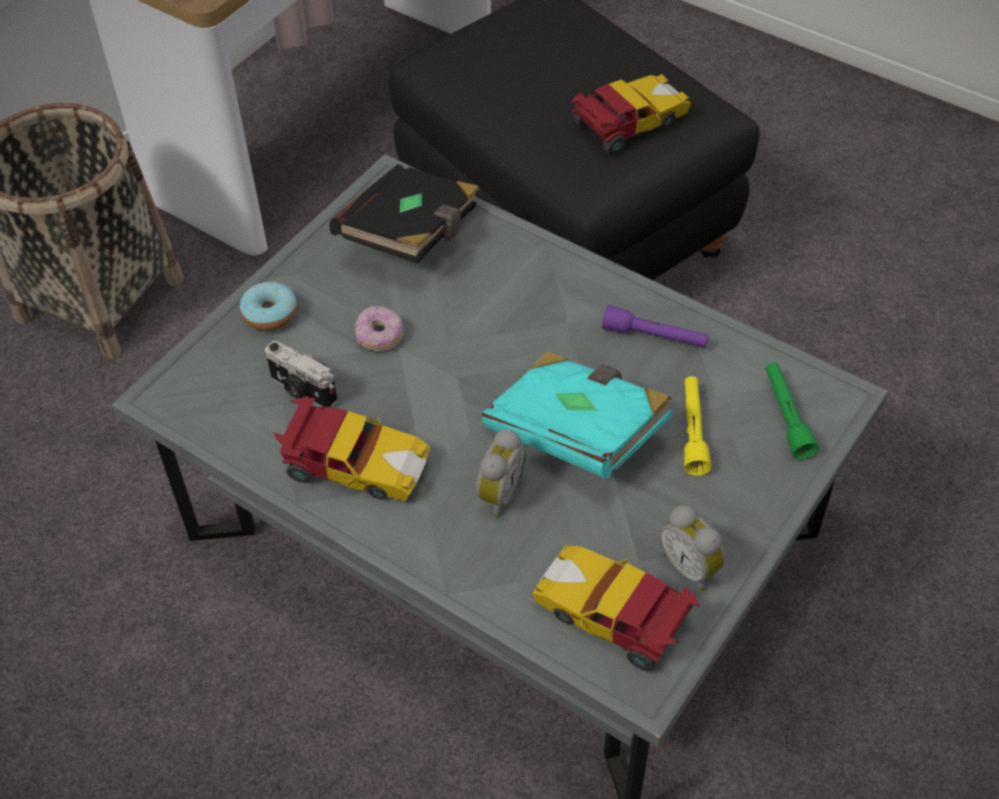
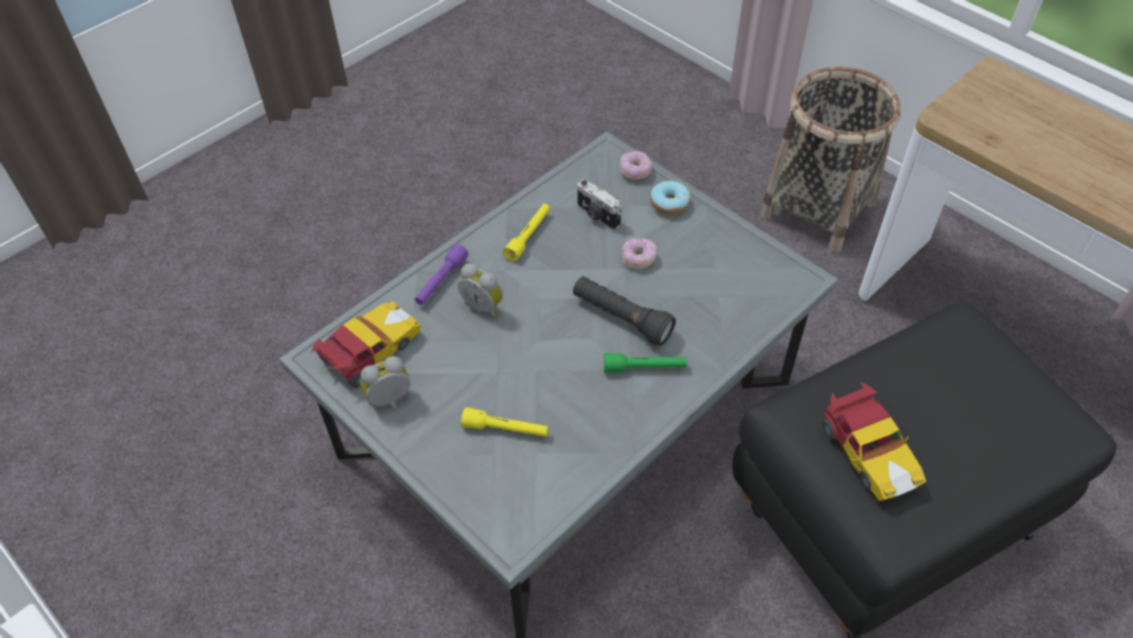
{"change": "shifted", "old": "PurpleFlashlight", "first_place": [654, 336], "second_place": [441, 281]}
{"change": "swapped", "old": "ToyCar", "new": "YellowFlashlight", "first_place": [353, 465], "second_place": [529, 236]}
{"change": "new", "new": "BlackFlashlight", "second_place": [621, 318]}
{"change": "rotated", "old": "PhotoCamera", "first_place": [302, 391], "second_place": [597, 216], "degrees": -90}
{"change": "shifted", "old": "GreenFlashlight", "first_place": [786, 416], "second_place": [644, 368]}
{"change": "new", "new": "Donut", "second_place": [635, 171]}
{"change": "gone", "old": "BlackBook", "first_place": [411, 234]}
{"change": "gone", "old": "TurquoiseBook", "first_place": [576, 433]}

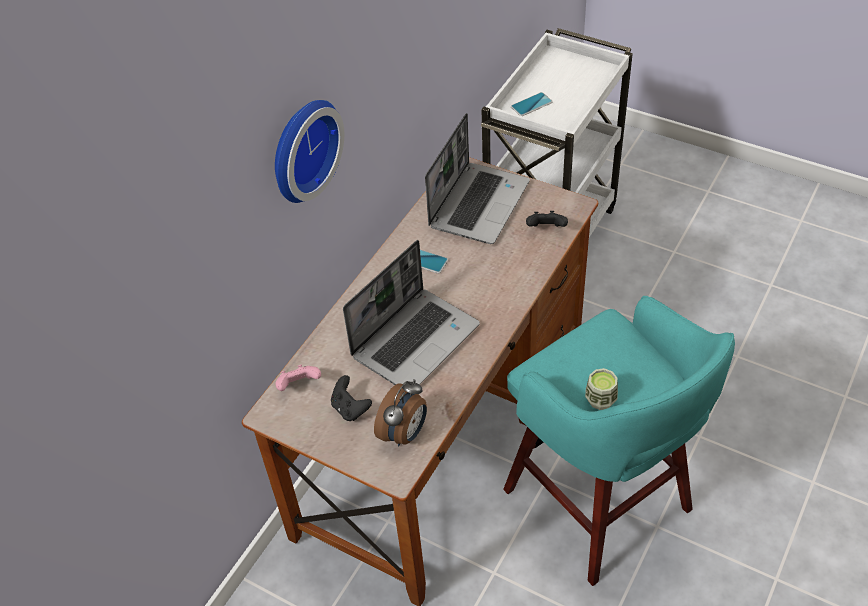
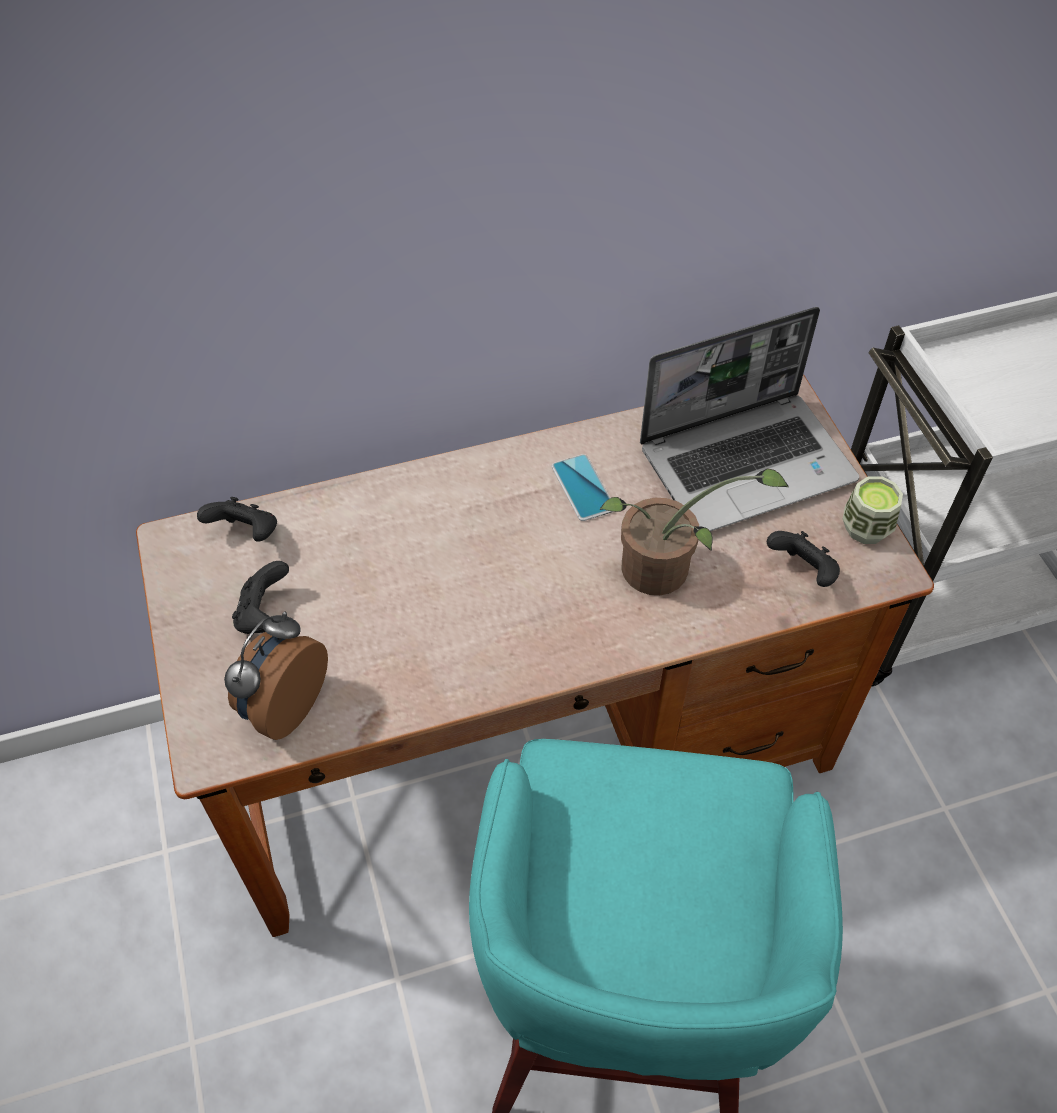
{"change": "repainted", "old": "PinkGameController", "new": "BlackGameController", "first_place": [299, 385], "second_place": [246, 533]}
{"change": "rotated", "old": "AlarmClock", "first_place": [405, 433], "second_place": [283, 705], "degrees": 135}
{"change": "new", "new": "PottedPlant", "second_place": [665, 572]}
{"change": "shifted", "old": "Cup", "first_place": [600, 399], "second_place": [866, 528]}
{"change": "gone", "old": "WallClock", "first_place": [301, 148]}
{"change": "gone", "old": "Laptop", "first_place": [415, 339]}
{"change": "gone", "old": "Phone", "first_place": [531, 105]}

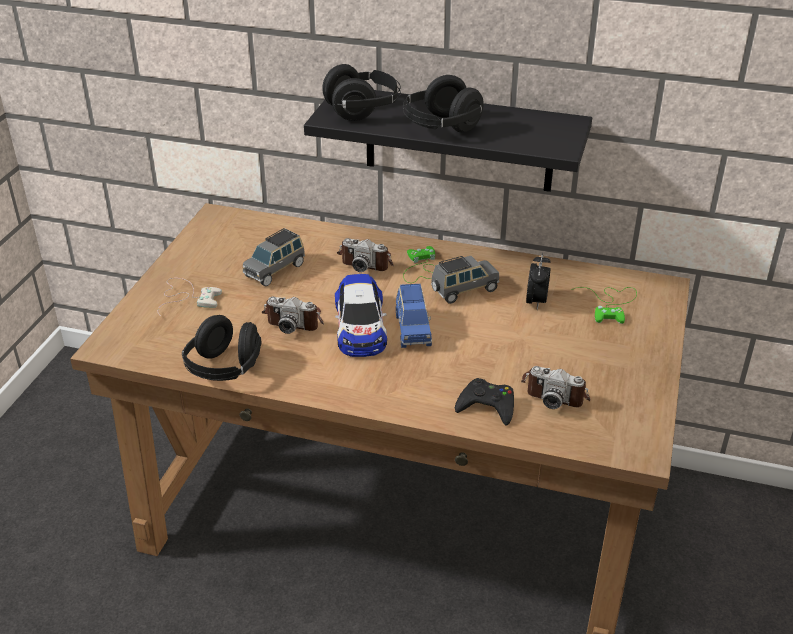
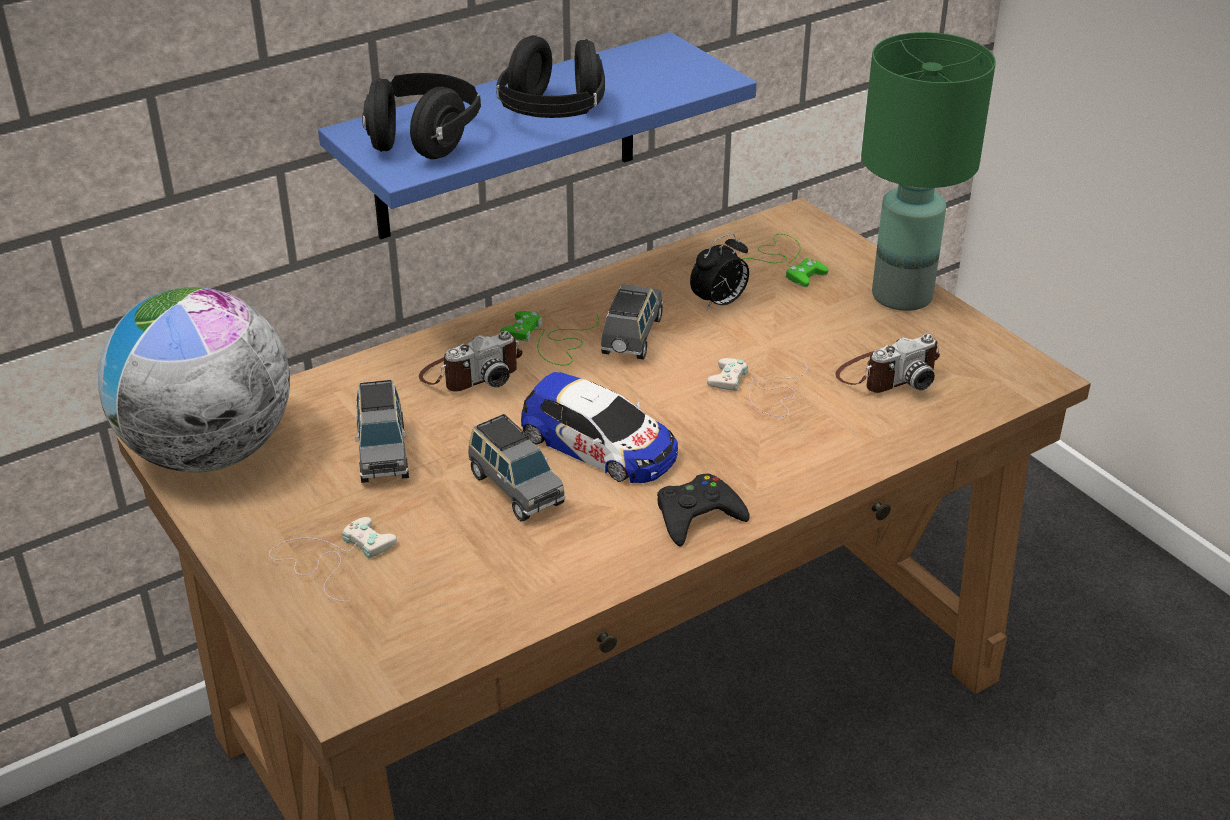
{"change": "new", "new": "Globe", "second_place": [209, 452]}
{"change": "repainted", "old": "BlackShelf", "new": "BlueShelf", "first_place": [459, 139], "second_place": [507, 138]}
{"change": "swapped", "old": "PhotoCamera", "new": "GreyToyCar", "first_place": [294, 319], "second_place": [515, 488]}
{"change": "shifted", "old": "BlackGameController", "first_place": [487, 406], "second_place": [697, 516]}
{"change": "rotated", "old": "AlarmClock", "first_place": [536, 302], "second_place": [719, 303], "degrees": 90}
{"change": "new", "new": "WhiteGameController", "second_place": [760, 391]}
{"change": "new", "new": "GreenTableLamp", "second_place": [901, 296]}
{"change": "gone", "old": "BlackHeadphones", "first_place": [224, 369]}
{"change": "gone", "old": "BlueToyCar", "first_place": [413, 329]}

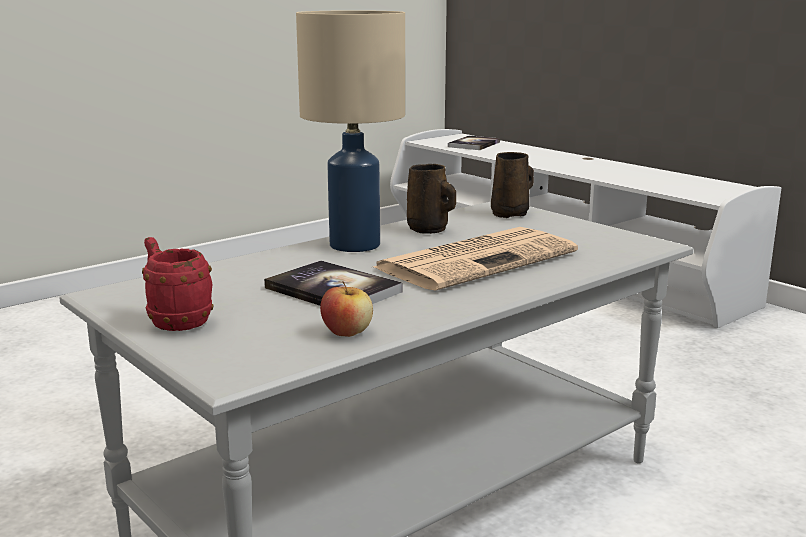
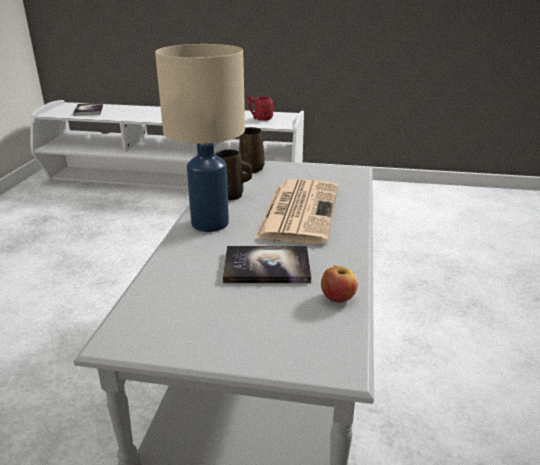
{"change": "shifted", "old": "RedMug", "first_place": [175, 321], "second_place": [260, 119]}

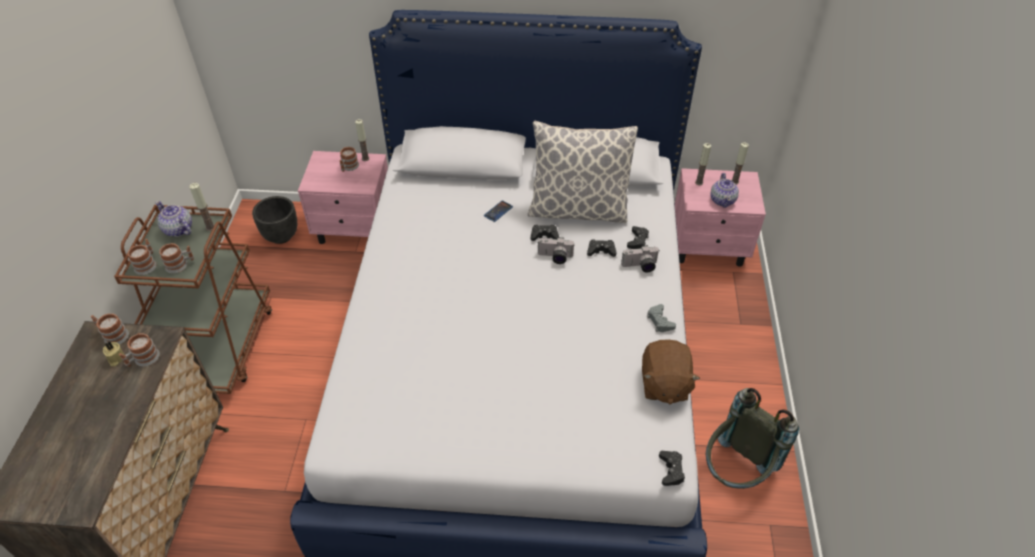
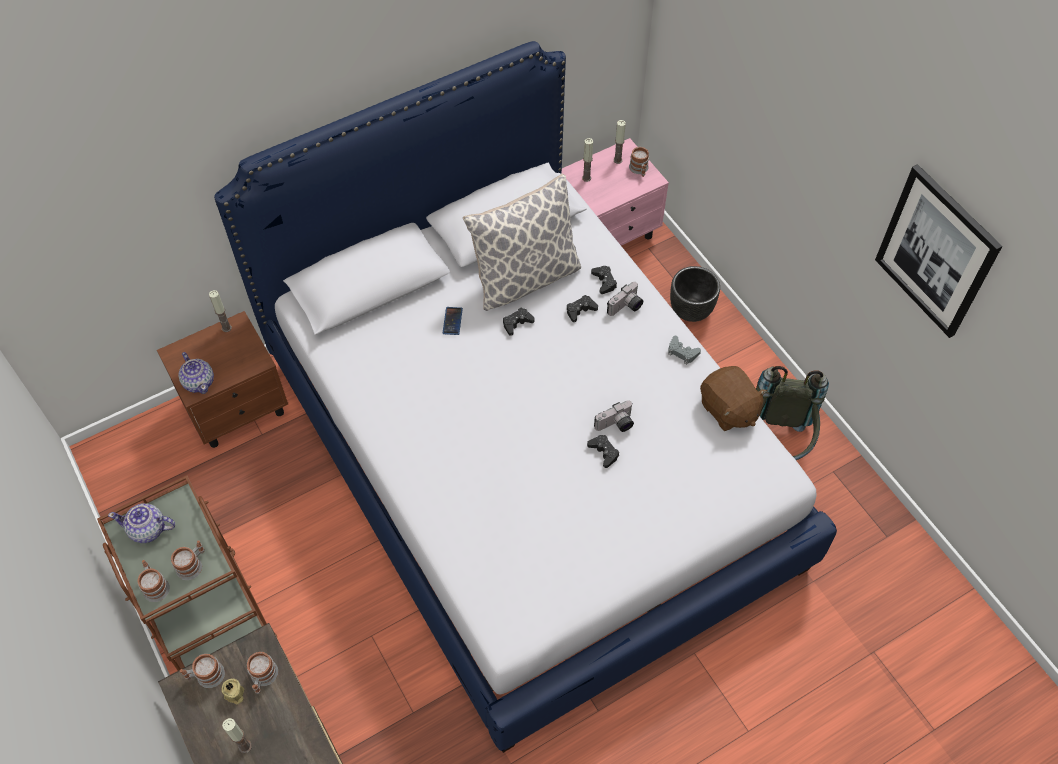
{"change": "repainted", "old": "PinkNightstand", "new": "BrownNightstand", "first_place": [355, 228], "second_place": [238, 408]}
{"change": "shifted", "old": "Teapot", "first_place": [722, 200], "second_place": [199, 382]}
{"change": "shifted", "old": "Candle", "first_place": [210, 227], "second_place": [245, 746]}
{"change": "shifted", "old": "BlackGameController", "first_place": [671, 470], "second_place": [604, 452]}
{"change": "shifted", "old": "PhotoCamera", "first_place": [555, 257], "second_place": [616, 425]}
{"change": "shifted", "old": "Mug", "first_place": [348, 167], "second_place": [639, 170]}
{"change": "shifted", "old": "BlackPlanter", "first_place": [281, 236], "second_place": [690, 311]}
{"change": "new", "new": "Picture", "second_place": [936, 252]}

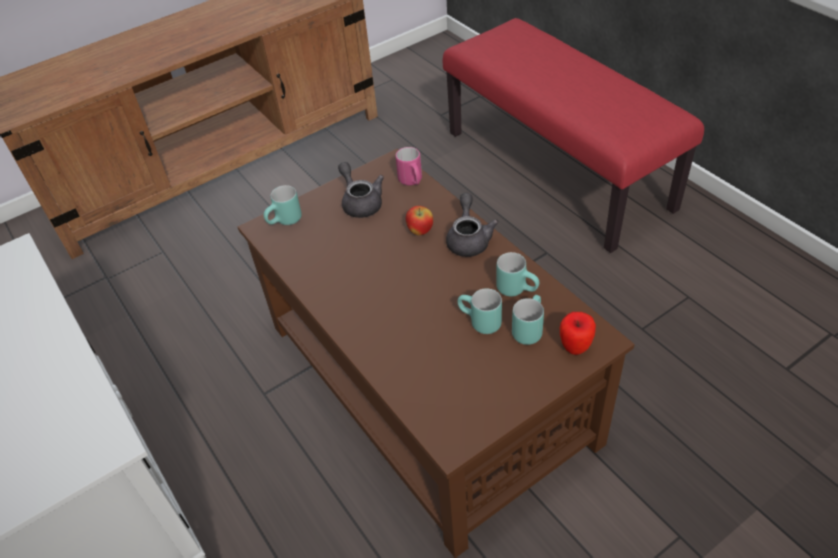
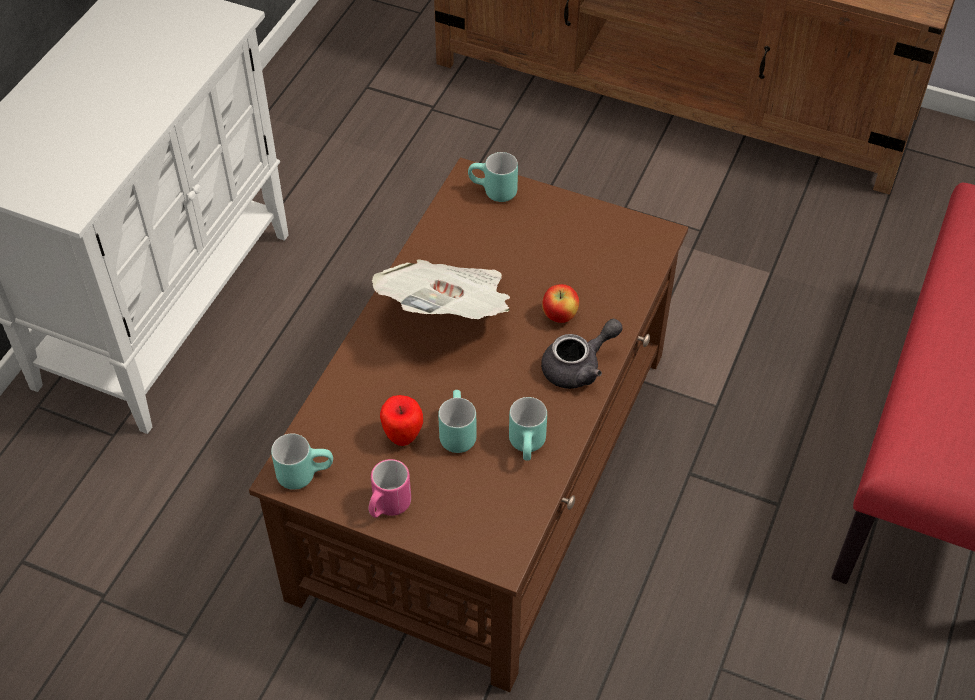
{"change": "shifted", "old": "TurquoiseMug", "first_place": [527, 328], "second_place": [304, 472]}
{"change": "shifted", "old": "PinkMug", "first_place": [412, 181], "second_place": [388, 506]}
{"change": "new", "new": "Newspaper", "second_place": [448, 312]}
{"change": "shifted", "old": "Apple", "first_place": [575, 347], "second_place": [403, 436]}
{"change": "gone", "old": "GreyTeapot", "first_place": [360, 202]}

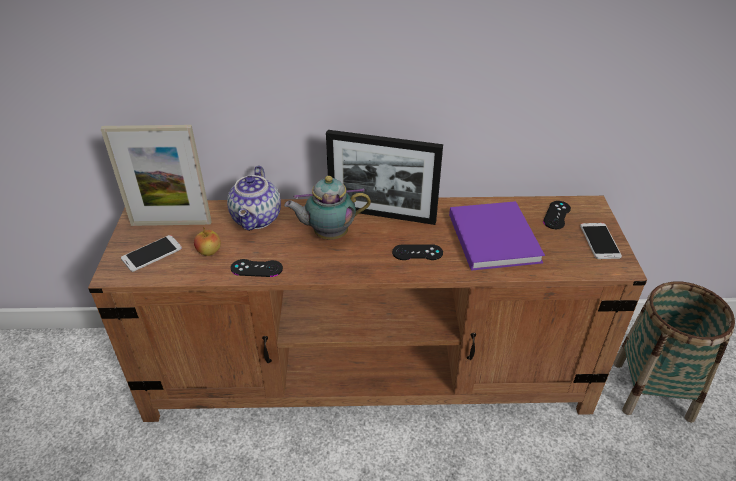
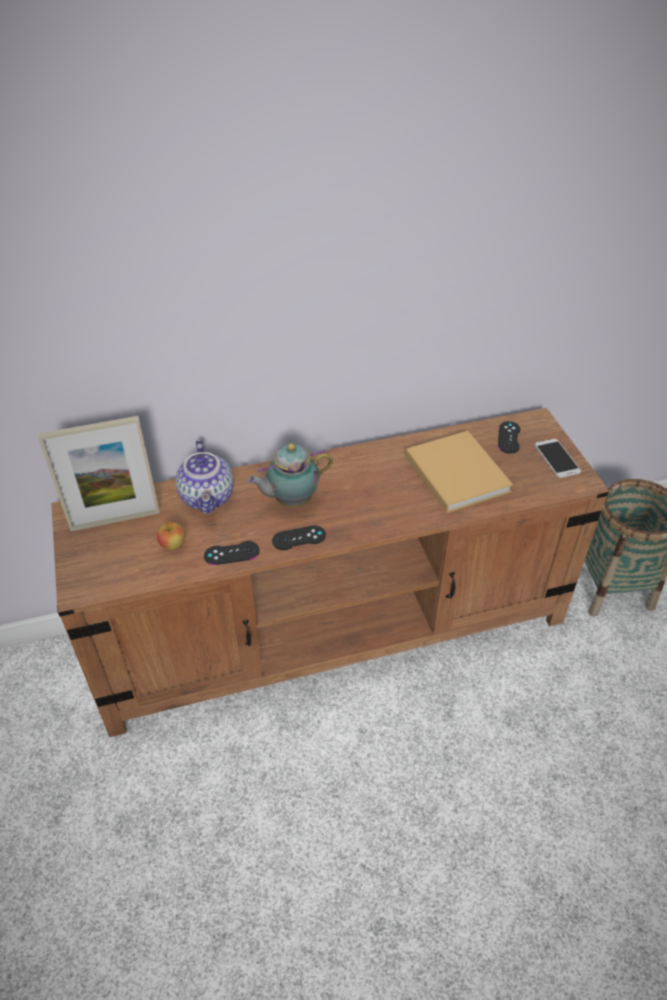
{"change": "shifted", "old": "BlackGameController", "first_place": [417, 252], "second_place": [299, 538]}
{"change": "repainted", "old": "PurpleBook", "new": "BeigeBook", "first_place": [493, 236], "second_place": [455, 472]}
{"change": "gone", "old": "Phone", "first_place": [152, 253]}
{"change": "gone", "old": "PictureFrame", "first_place": [382, 214]}

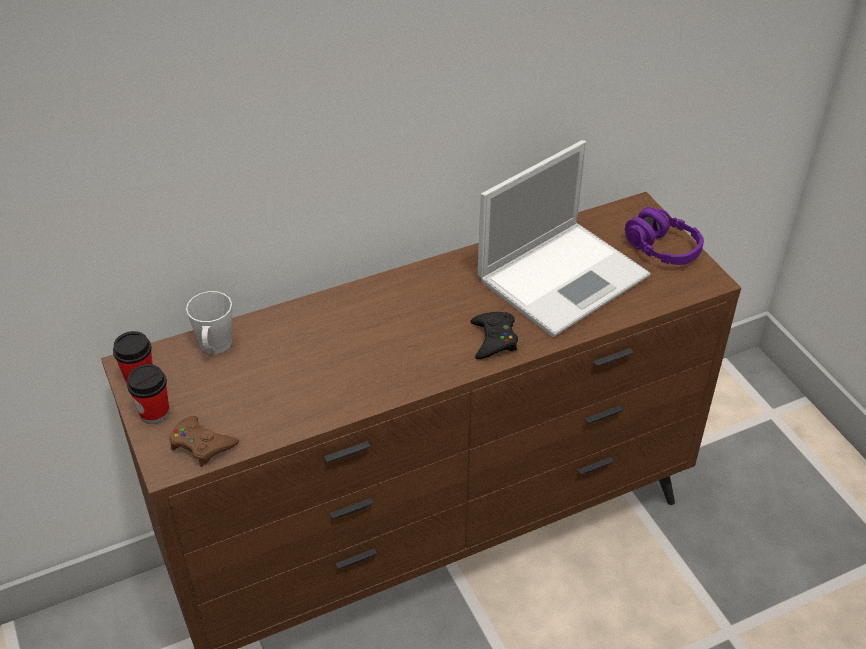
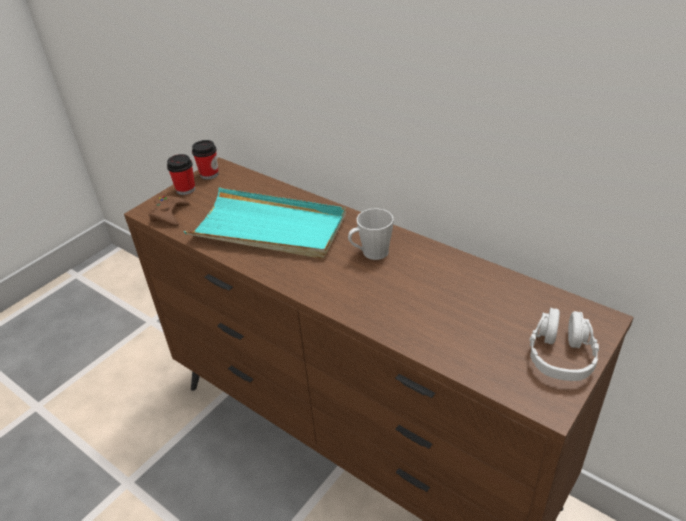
{"change": "new", "new": "TurquoiseTray", "second_place": [269, 228]}
{"change": "shifted", "old": "GreyMug", "first_place": [214, 347], "second_place": [370, 253]}
{"change": "repainted", "old": "PurpleHeadphones", "new": "GreyHeadphones", "first_place": [662, 248], "second_place": [561, 355]}
{"change": "gone", "old": "BlackGameController", "first_place": [494, 339]}
{"change": "gone", "old": "Laptop", "first_place": [565, 276]}

